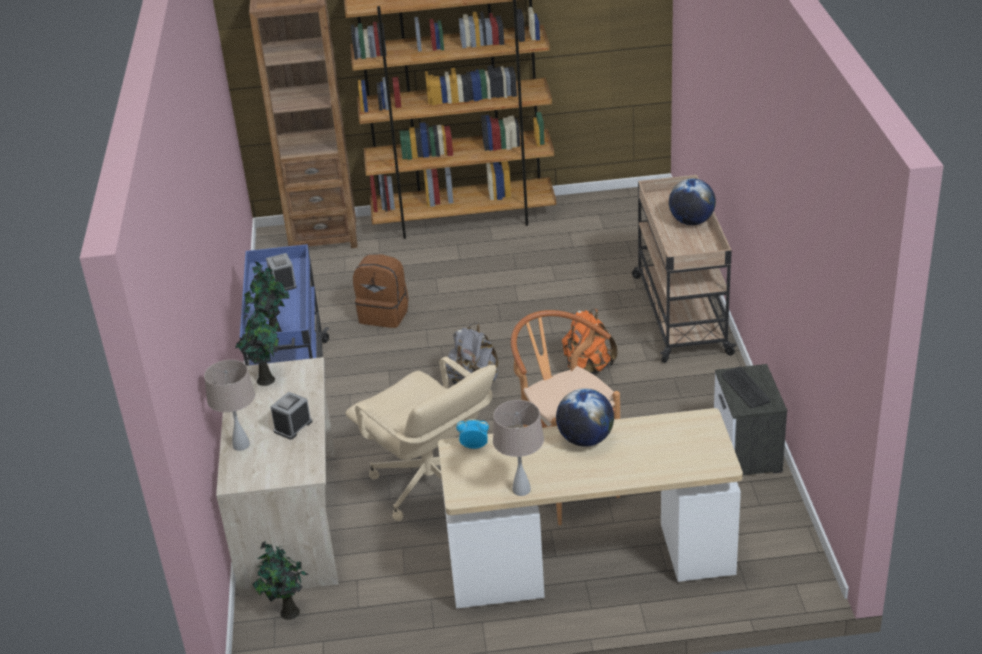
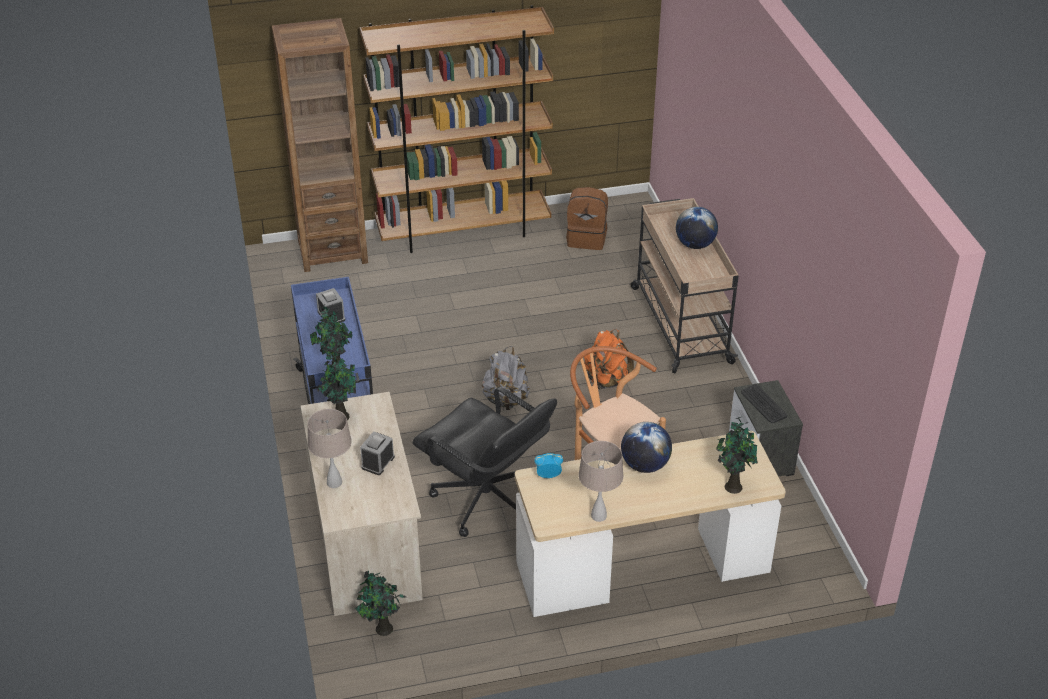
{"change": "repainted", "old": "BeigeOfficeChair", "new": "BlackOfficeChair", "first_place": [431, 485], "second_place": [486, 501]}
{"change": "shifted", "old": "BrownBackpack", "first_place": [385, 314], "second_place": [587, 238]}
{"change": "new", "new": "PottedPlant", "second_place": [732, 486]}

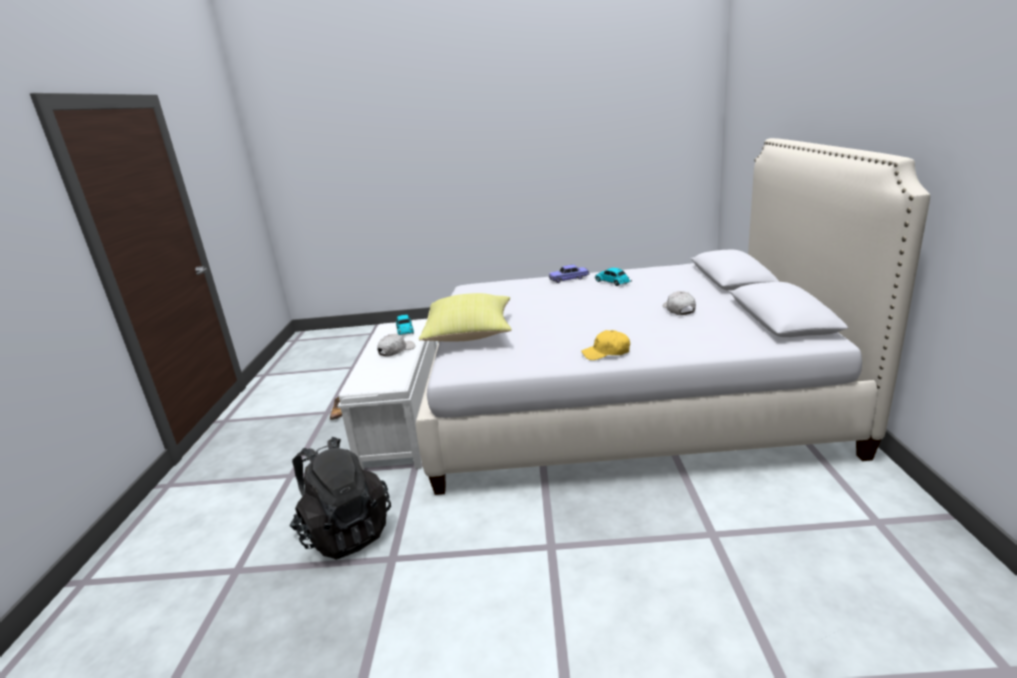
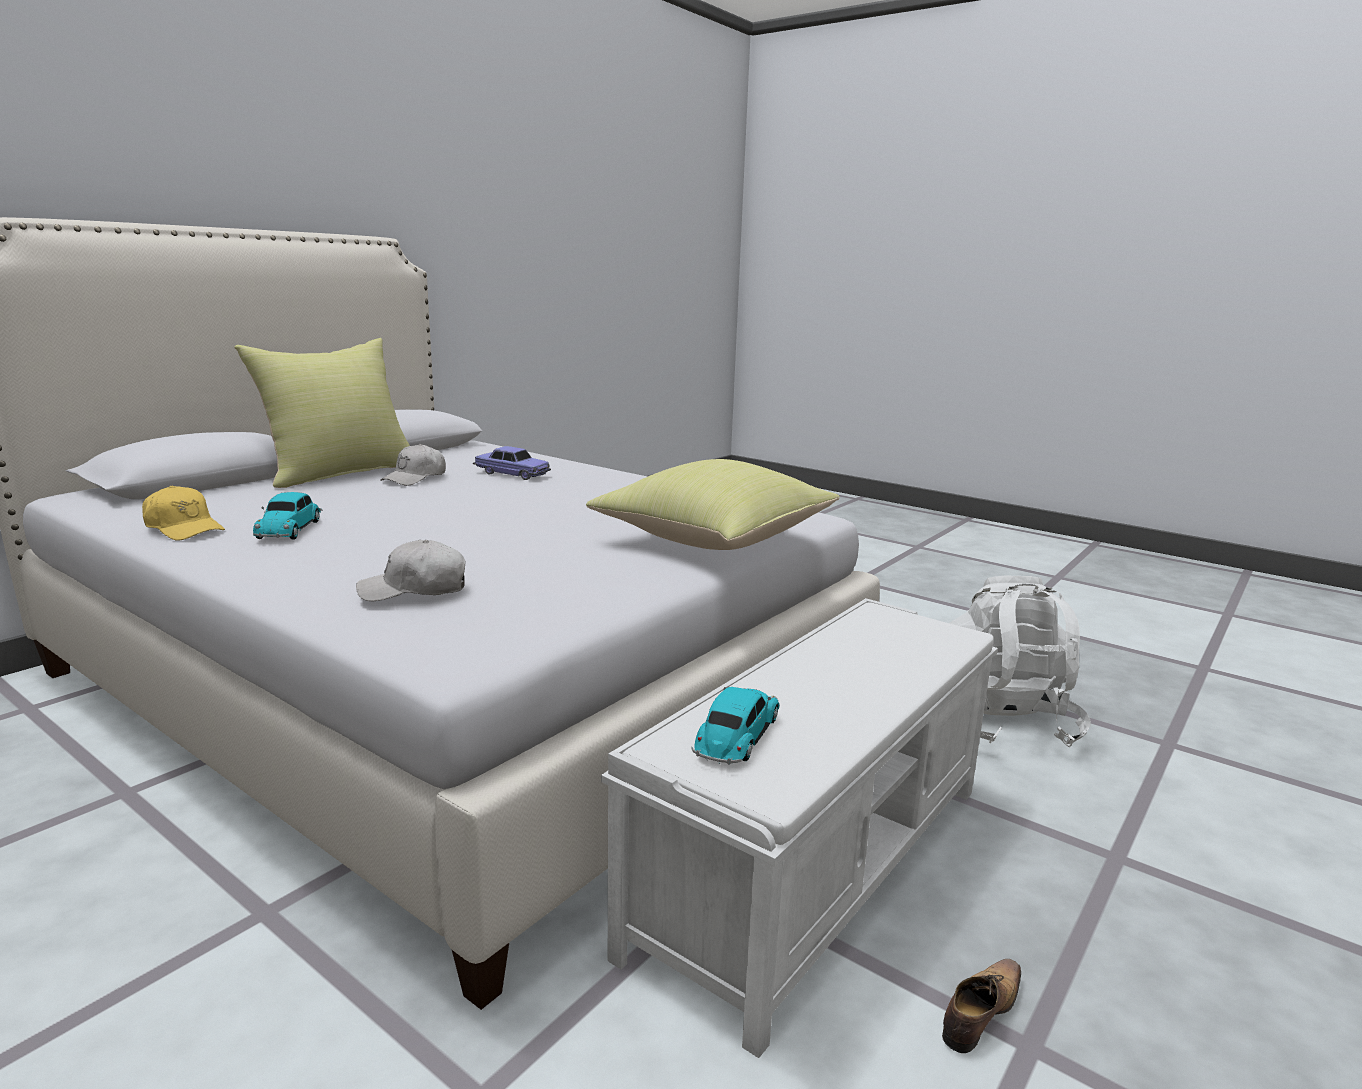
{"change": "shifted", "old": "YellowCap", "first_place": [606, 353], "second_place": [184, 529]}
{"change": "new", "new": "YellowPillow", "second_place": [340, 473]}
{"change": "shifted", "old": "WhiteCap", "first_place": [396, 350], "second_place": [414, 590]}
{"change": "shifted", "old": "ToyCar", "first_place": [569, 279], "second_place": [512, 474]}
{"change": "repainted", "old": "BlackBackpack", "new": "WhiteBackpack", "first_place": [345, 532], "second_place": [1003, 721]}

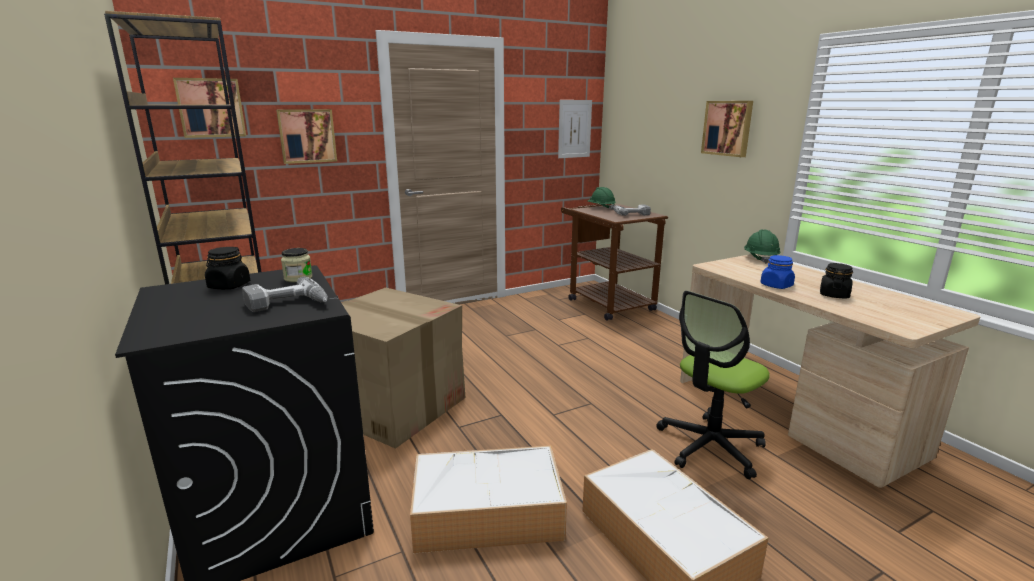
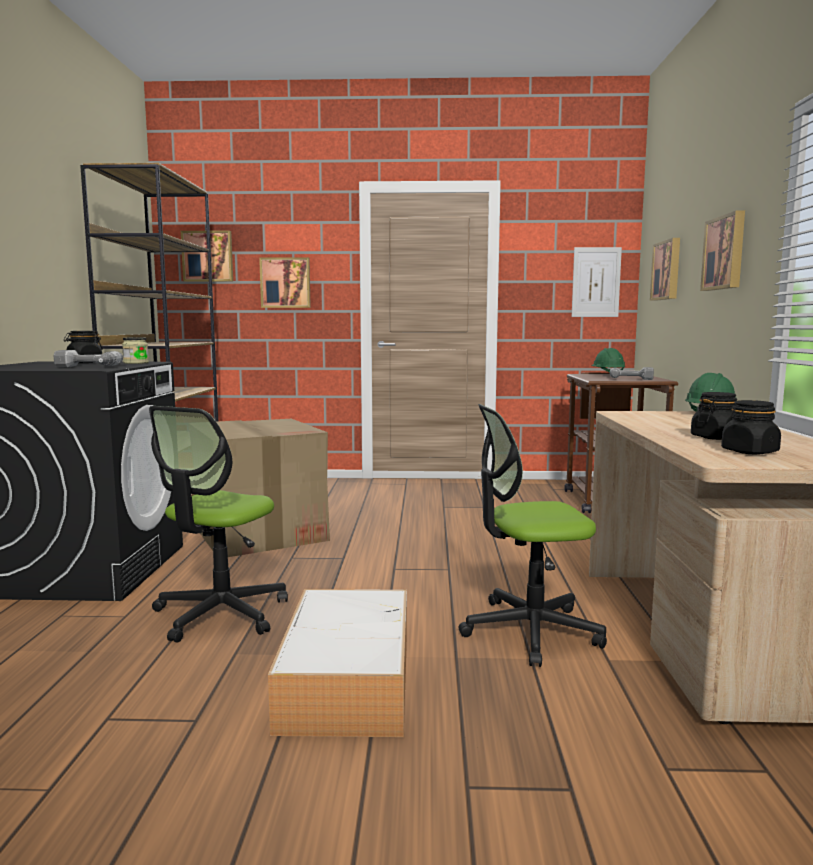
{"change": "swapped", "old": "StorageBox", "new": "OfficeChair", "first_place": [485, 513], "second_place": [220, 614]}
{"change": "new", "new": "Picture", "second_place": [667, 270]}
{"change": "new", "new": "BlackJar", "second_place": [749, 452]}
{"change": "gone", "old": "BlueJar", "first_place": [776, 286]}

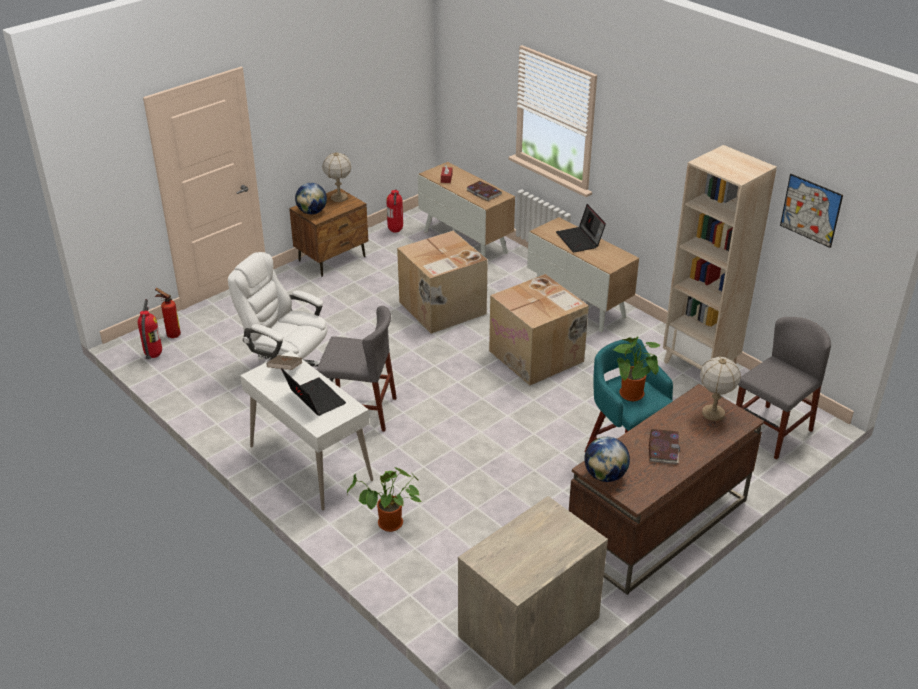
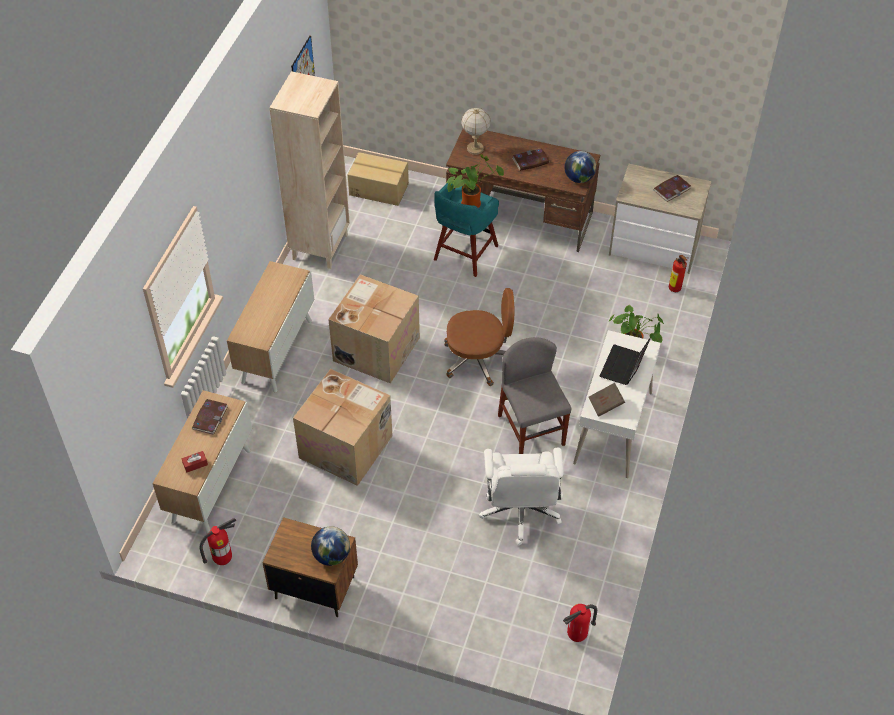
{"change": "swapped", "old": "GreyChair", "new": "CardboardBox", "first_place": [771, 432], "second_place": [379, 189]}
{"change": "new", "new": "BrownOfficeChair", "second_place": [478, 359]}
{"change": "new", "new": "Book", "second_place": [672, 189]}
{"change": "shifted", "old": "FireExtinguisher", "first_place": [172, 334], "second_place": [675, 290]}
{"change": "gone", "old": "TableLamp", "first_place": [339, 198]}
{"change": "gone", "old": "Laptop", "first_place": [580, 240]}

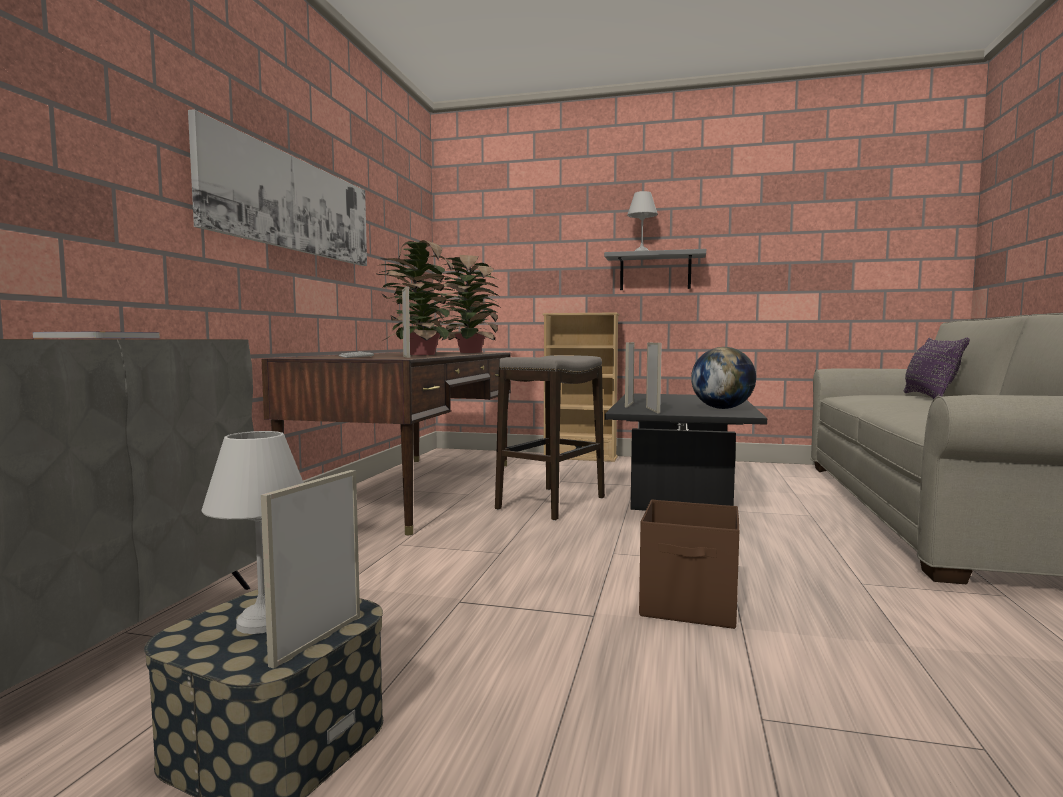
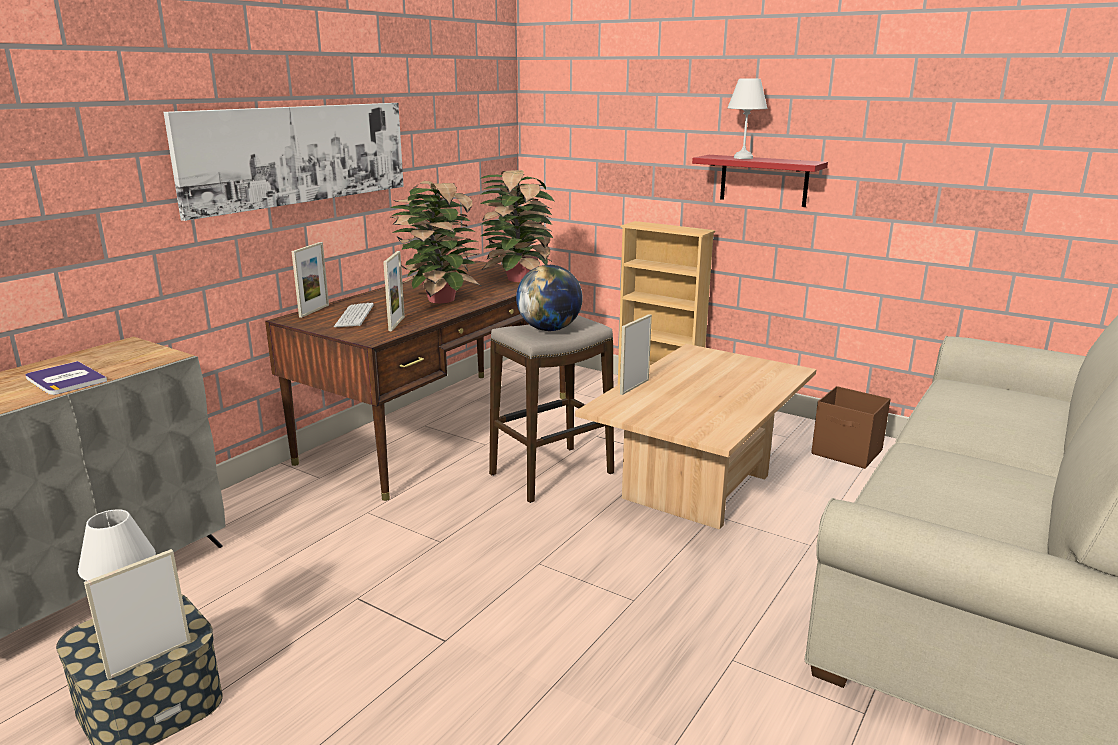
{"change": "shifted", "old": "PictureFrame", "first_place": [652, 410], "second_place": [314, 311]}
{"change": "shifted", "old": "Globe", "first_place": [722, 408], "second_place": [549, 329]}
{"change": "repainted", "old": "BlackCoffeeTable", "new": "BeigeCoffeeTable", "first_place": [680, 497], "second_place": [696, 487]}
{"change": "repainted", "old": "GreyShelf", "new": "RedShelf", "first_place": [655, 272], "second_place": [764, 180]}
{"change": "shifted", "old": "BrownStorageBox", "first_place": [690, 605], "second_place": [847, 453]}
{"change": "gone", "old": "PurplePillow", "first_place": [929, 397]}

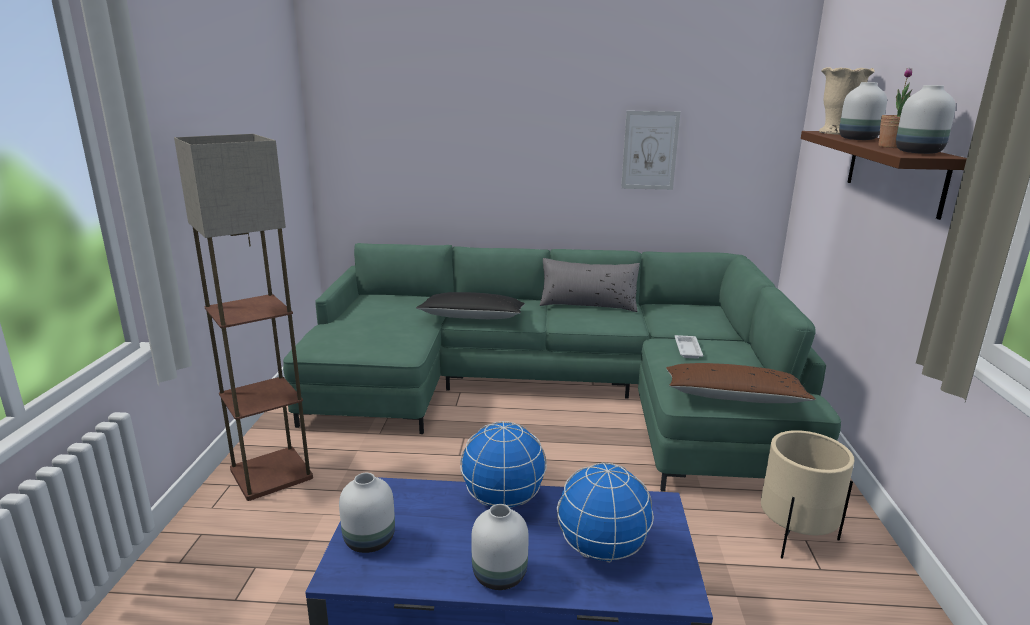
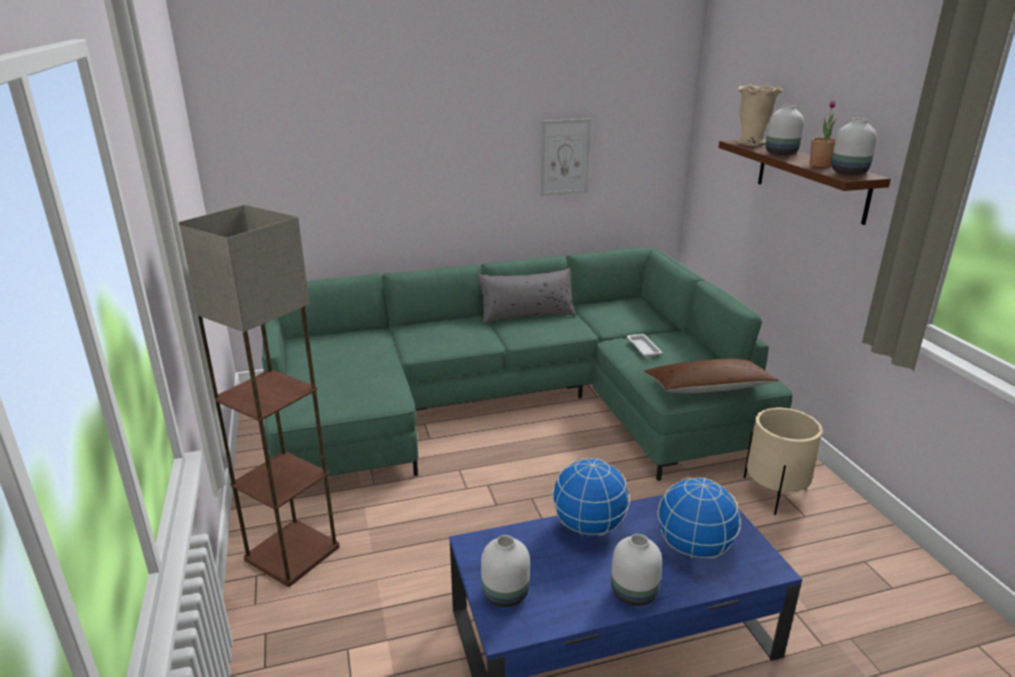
{"change": "gone", "old": "BlackPillow", "first_place": [472, 317]}

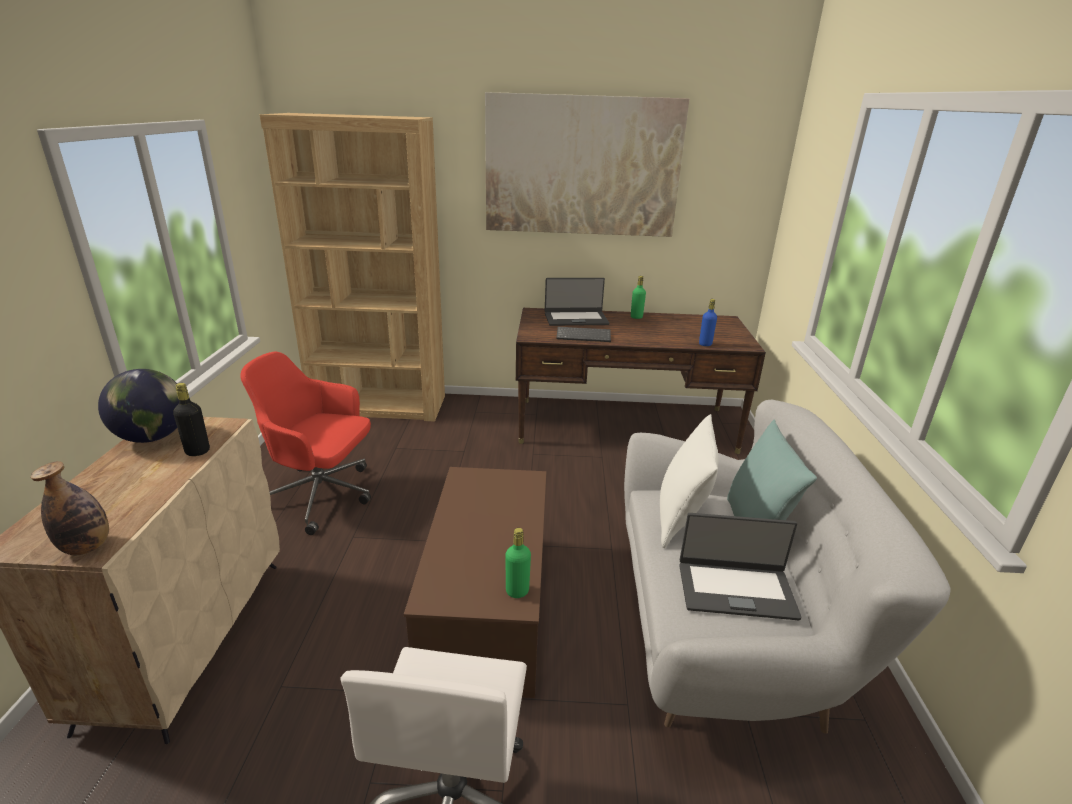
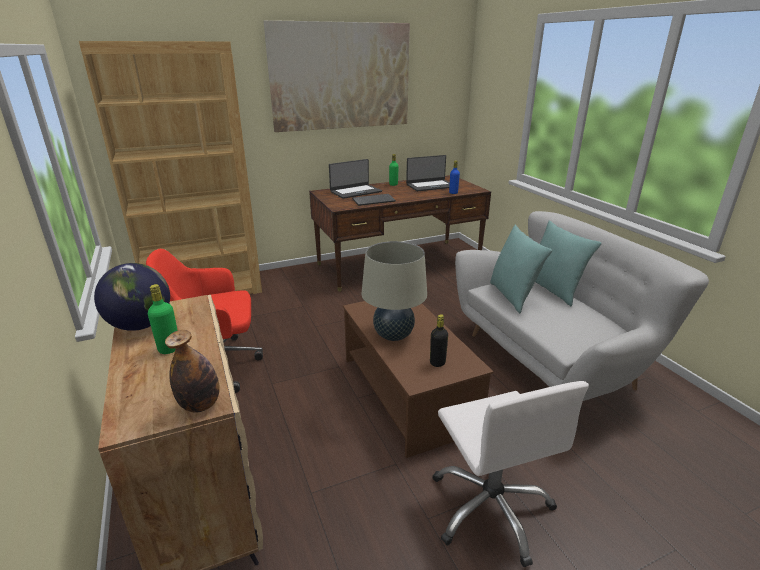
{"change": "shifted", "old": "GreenBottle", "first_place": [517, 591], "second_place": [169, 349]}
{"change": "new", "new": "BeigeTableLamp", "second_place": [393, 335]}
{"change": "shifted", "old": "Laptop", "first_place": [736, 589], "second_place": [430, 186]}
{"change": "shifted", "old": "BlackBottle", "first_place": [197, 451], "second_place": [437, 363]}
{"change": "repainted", "old": "WhitePillow", "new": "TurquoisePillow", "first_place": [681, 519], "second_place": [513, 296]}

